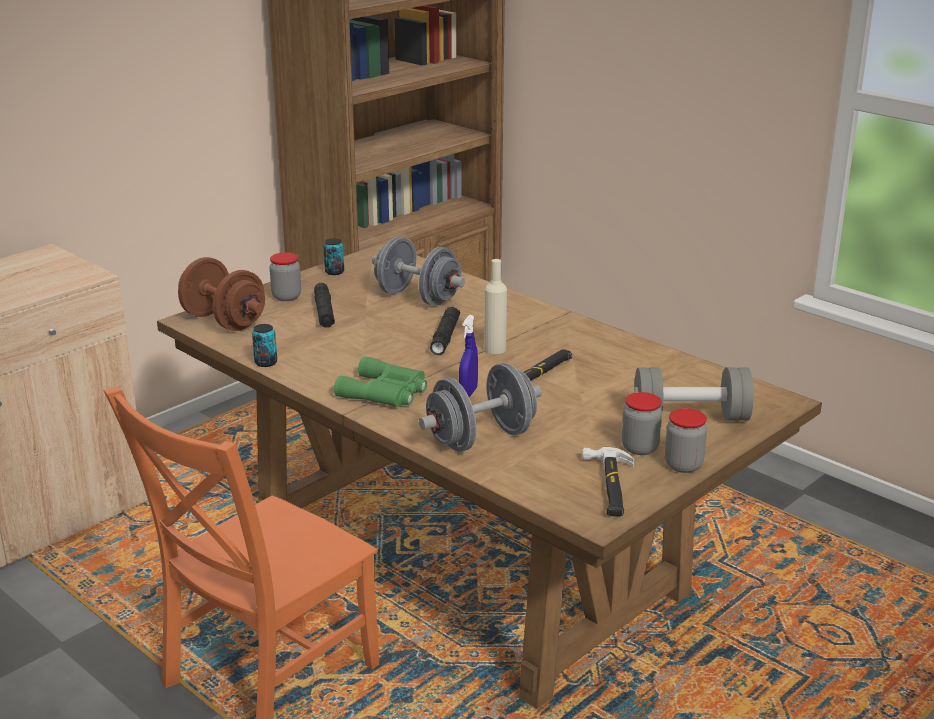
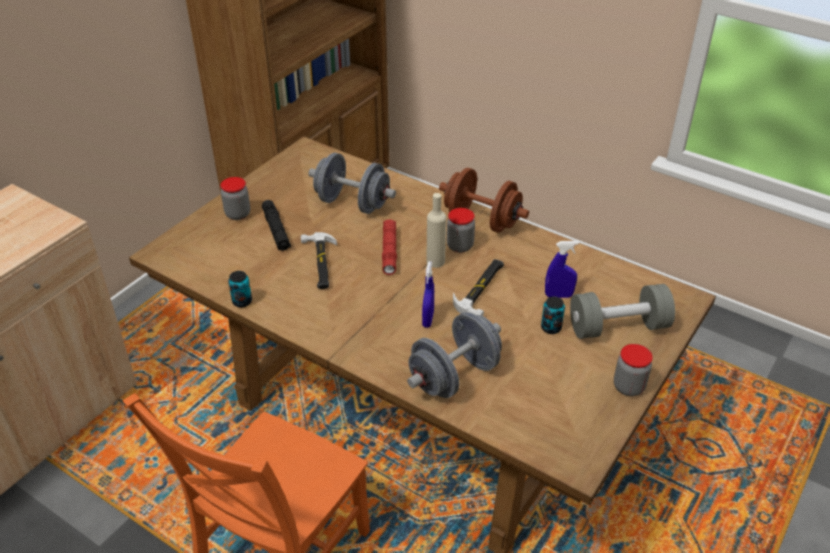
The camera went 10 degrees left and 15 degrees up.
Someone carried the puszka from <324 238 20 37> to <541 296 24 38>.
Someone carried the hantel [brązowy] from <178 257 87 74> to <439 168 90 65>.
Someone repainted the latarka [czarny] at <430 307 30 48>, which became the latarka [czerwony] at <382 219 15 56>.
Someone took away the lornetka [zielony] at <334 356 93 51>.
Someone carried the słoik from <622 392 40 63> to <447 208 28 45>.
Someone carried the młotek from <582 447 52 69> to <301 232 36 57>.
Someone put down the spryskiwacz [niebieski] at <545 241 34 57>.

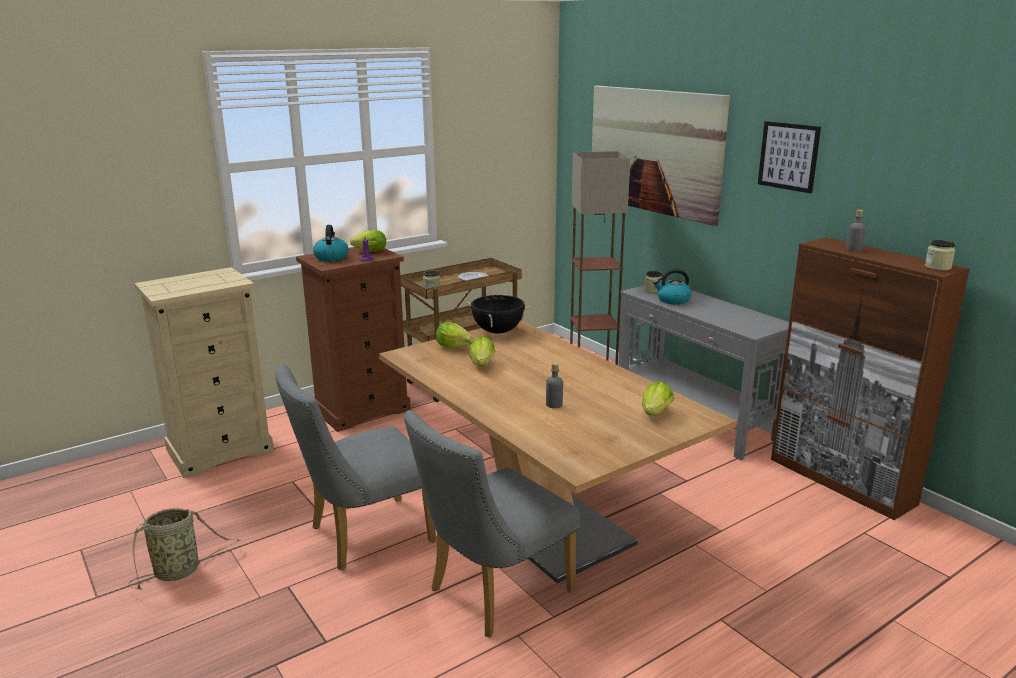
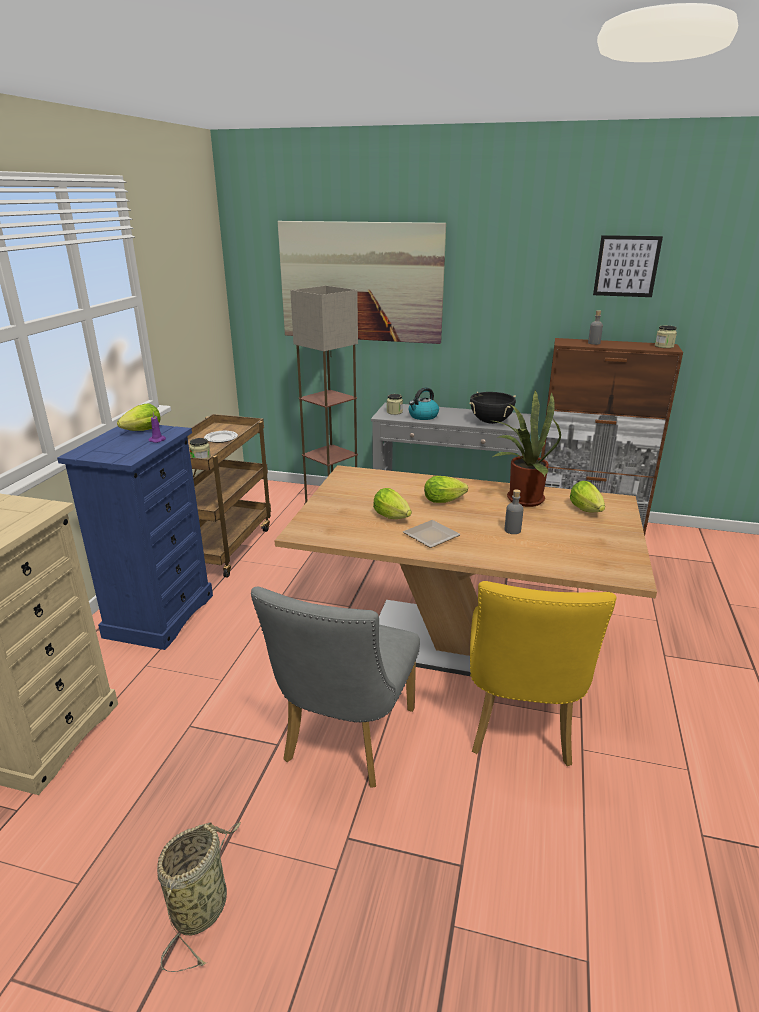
The camera went 40 degrees left and 5 degrees up.
Someone carried the obraz from <758 121 63 72> to <593 235 70 62>.
Someone took away the czajnik at <313 225 36 36>.
Someone repainted the komoda [brązowy] at <296 247 115 185>, which became the komoda [niebieski] at <57 425 156 225>.
Someone carried the garnek [czarny] from <465 294 66 40> to <469 392 47 32>.
Someone carried the sałata from <436 322 38 27> to <424 476 44 27>.
Someone repainted the krzesło [szary] at <404 410 176 228>, which became the krzesło [żółty] at <470 581 146 185>.
Someone put down the roślina doniczkowa at <493 391 68 116>.
Someone put down the talerz at <403 520 58 28>.

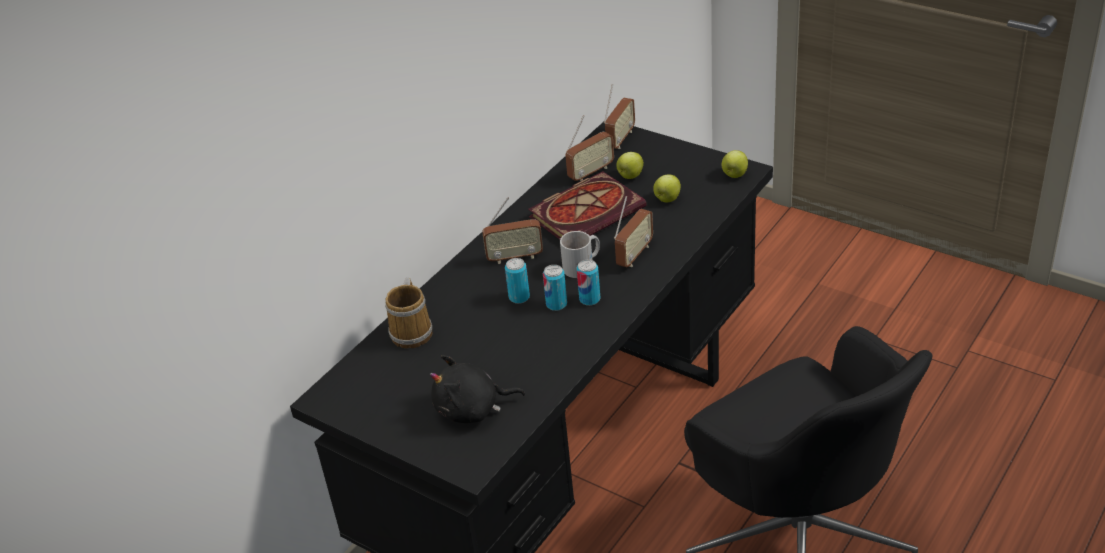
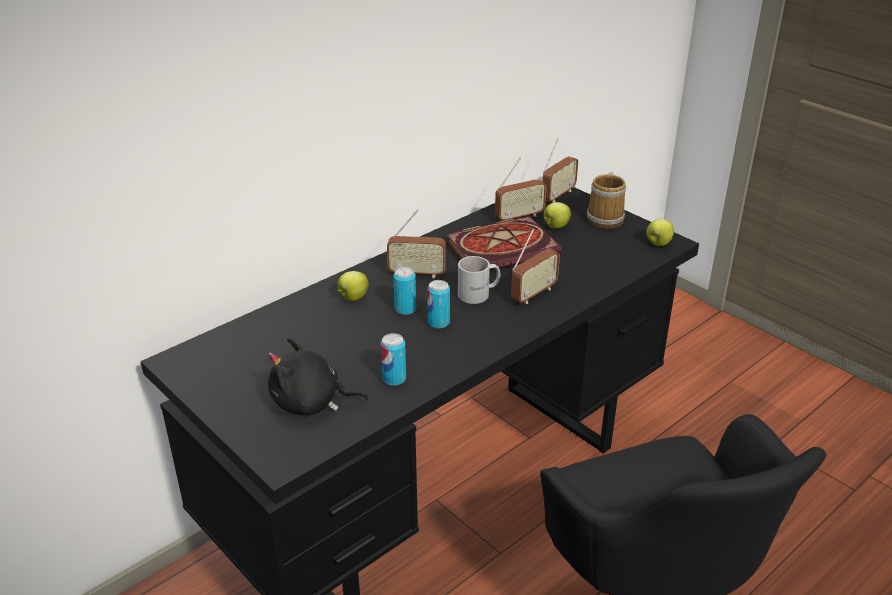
The camera went 10 degrees right and 5 degrees down.
Someone carried the jabłko from <653 174 28 29> to <338 271 31 30>.
Someone carried the puszka from <576 260 24 46> to <381 333 25 53>.
Someone carried the kubek from <385 278 48 70> to <587 172 39 57>.

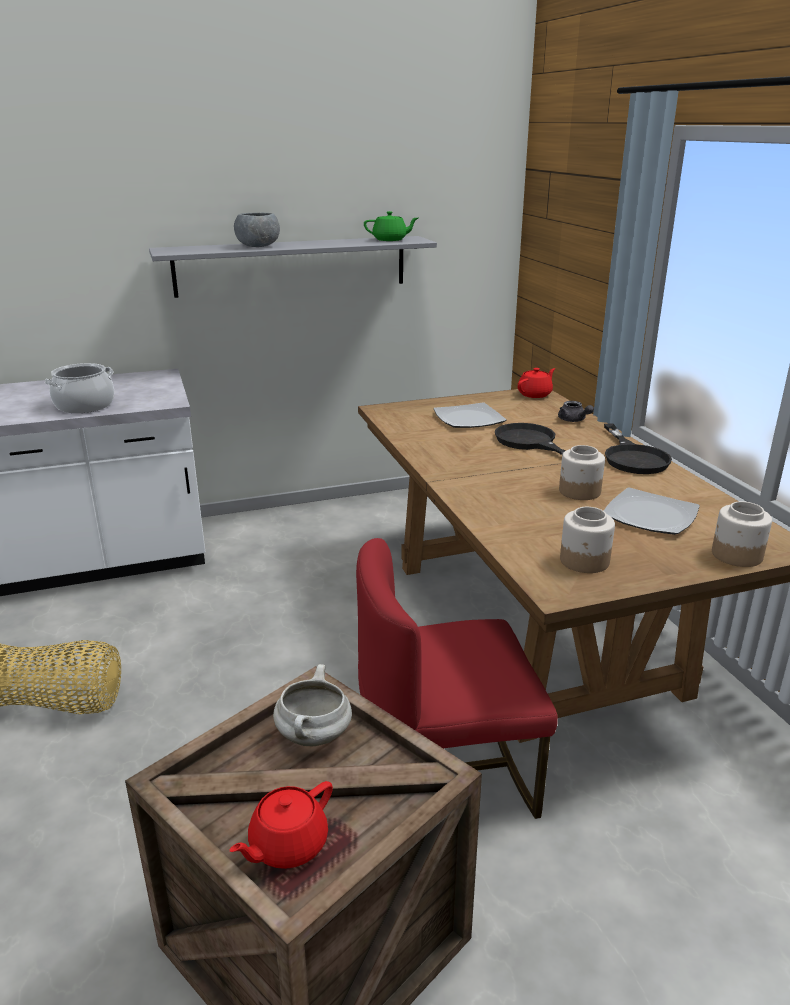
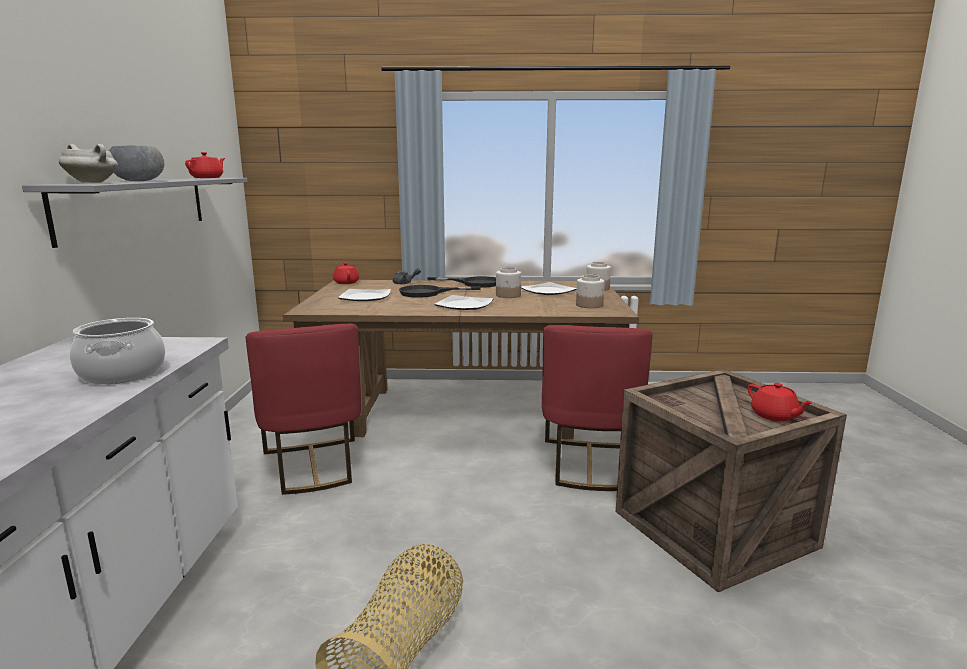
The camera went 70 degrees left and 10 degrees down.
Someone repainted the imbryk [zielony] at <364 211 54 30>, which became the imbryk [czerwony] at <185 152 40 26>.
Someone carried the garnek [biały] from <273 664 79 82> to <59 144 59 39>.
Someone put down the talerz at <434 295 60 15>.
Someone put down the krzesło [czerwony] at <245 324 116 171>.

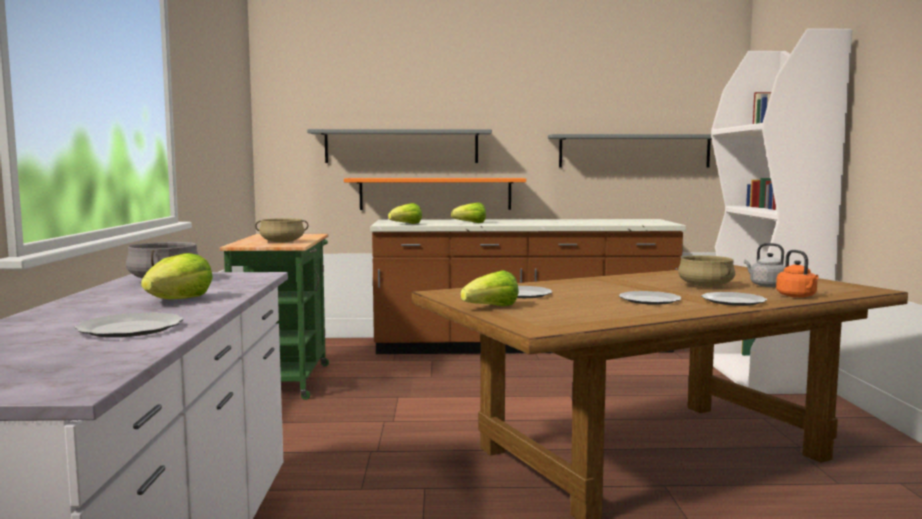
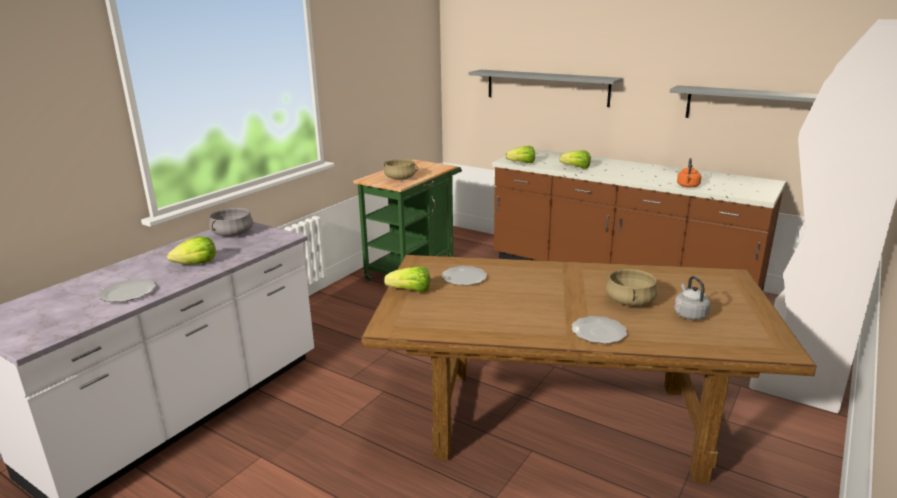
The camera went 35 degrees right and 15 degrees up.
Someone took away the półka [pomarańczowy] at <344 178 182 32>.
Someone carried the czajnik [pomarańczowy] from <776 250 42 48> to <677 158 25 30>.
Someone took away the talerz at <619 291 62 14>.

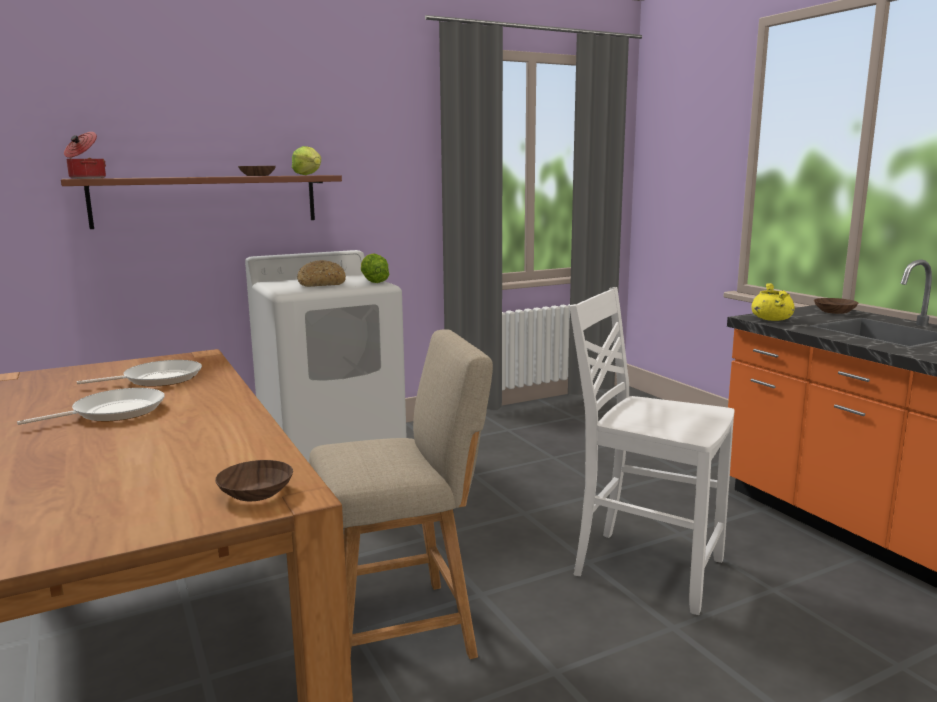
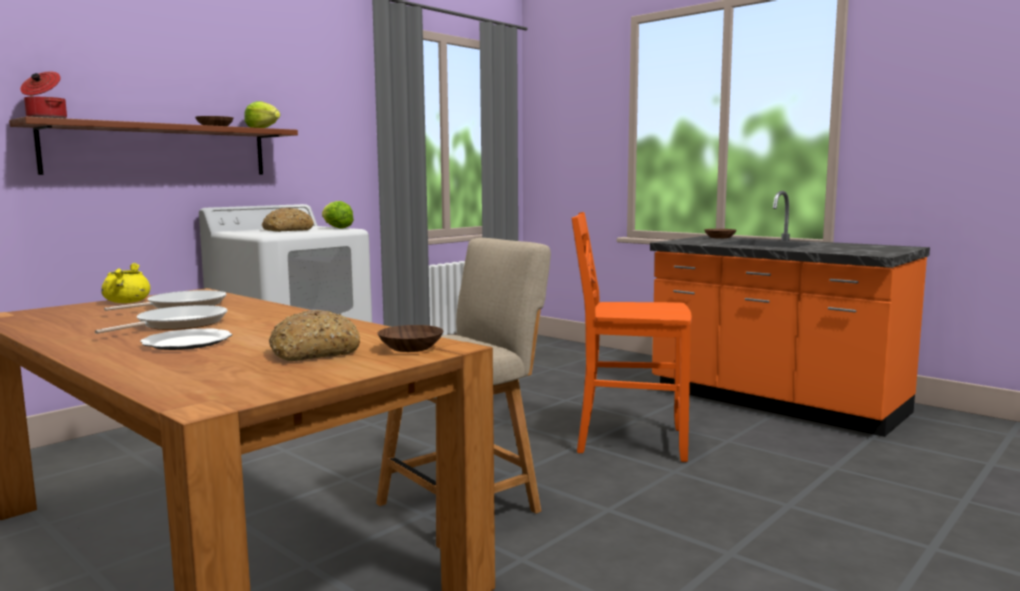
The camera went 20 degrees left and 5 degrees down.
Someone carried the garnek [żółty] from <751 283 44 38> to <101 263 49 40>.
Someone repainted the krzesło [biały] at <570 287 165 328>, which became the krzesło [pomarańczowy] at <571 212 121 250>.
Someone put down the chleb at <269 310 91 51>.
Someone put down the talerz at <140 328 92 22>.

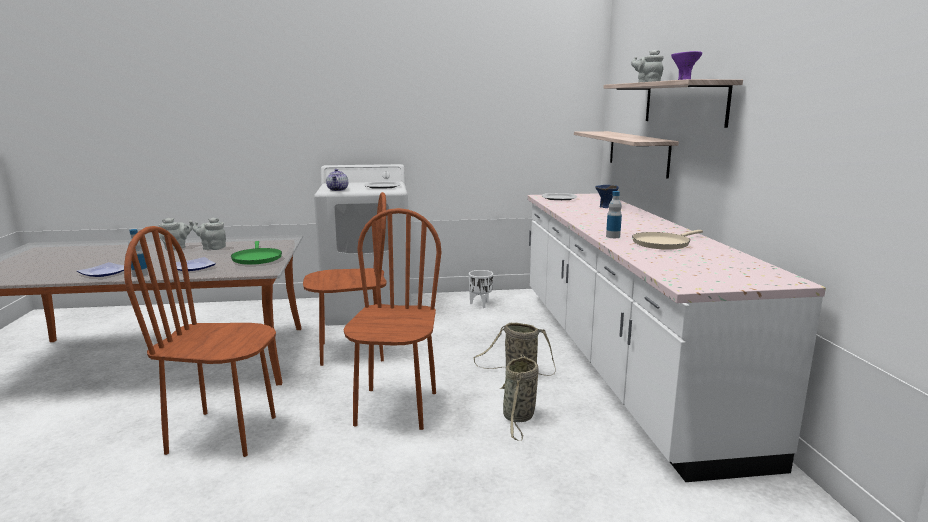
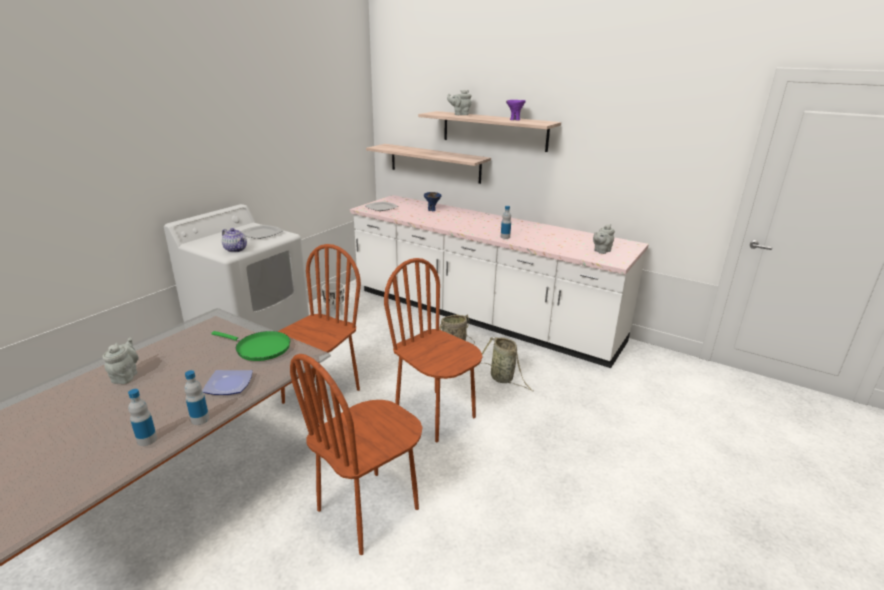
The camera went 50 degrees left and 10 degrees up.
Someone carried the imbryk [szary] from <193 218 33 32> to <593 224 22 30>.
Someone took away the patelnia [beżowy] at <632 230 71 20>.
Someone swapped the talerz at <77 262 47 15> for the butelka at <128 389 29 57>.

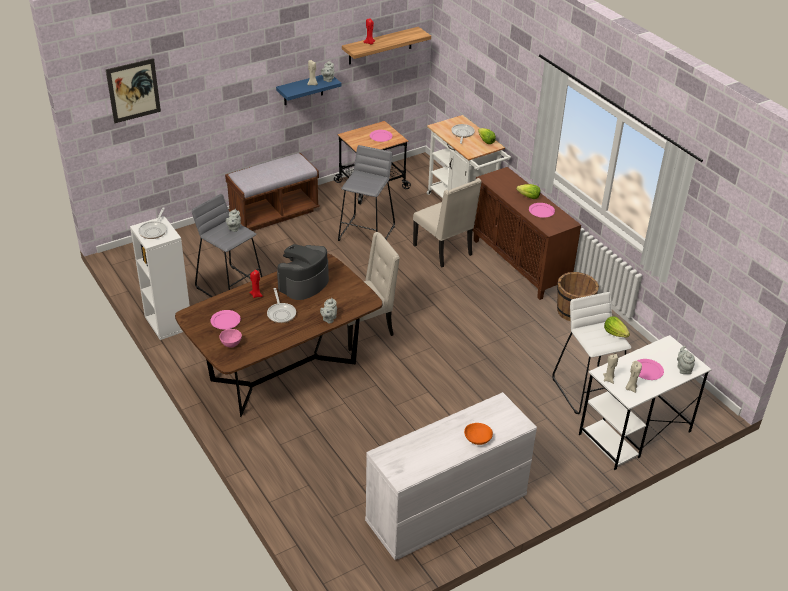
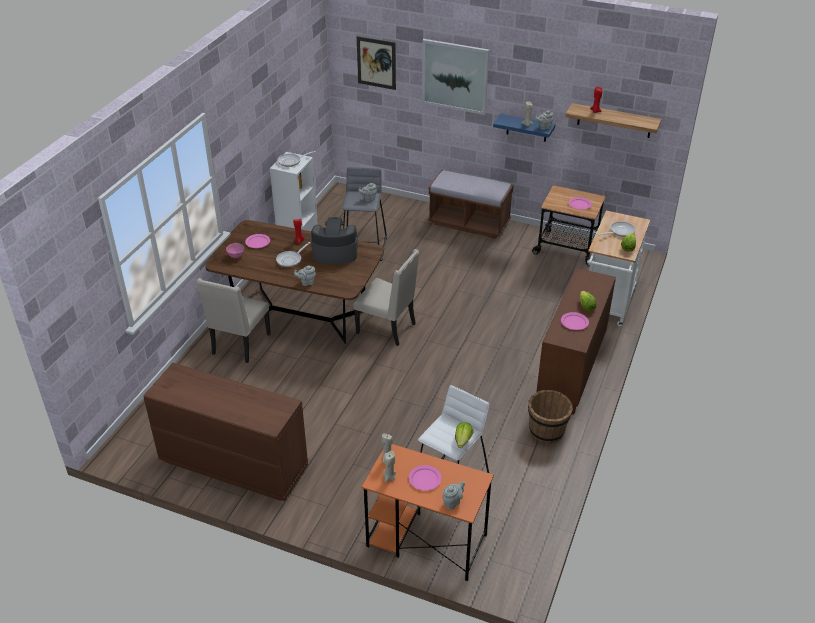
The camera went 55 degrees right and 0 degrees up.
Someone took away the stołek [szary] at <338 145 57 96>.
Someone carried the krzesło [beżowy] from <413 178 69 89> to <197 278 74 85>.
Someone repainted the biurko [biały] at <579 335 133 135>, which became the biurko [pomarańczowy] at <362 444 132 137>.
Someone repainted the komoda [biały] at <365 392 172 168>, which became the komoda [brązowy] at <143 363 165 138>.
Someone took away the miska [pomarańczowy] at <464 423 29 22>.
Someone put up the obraz at <422 39 67 76>.

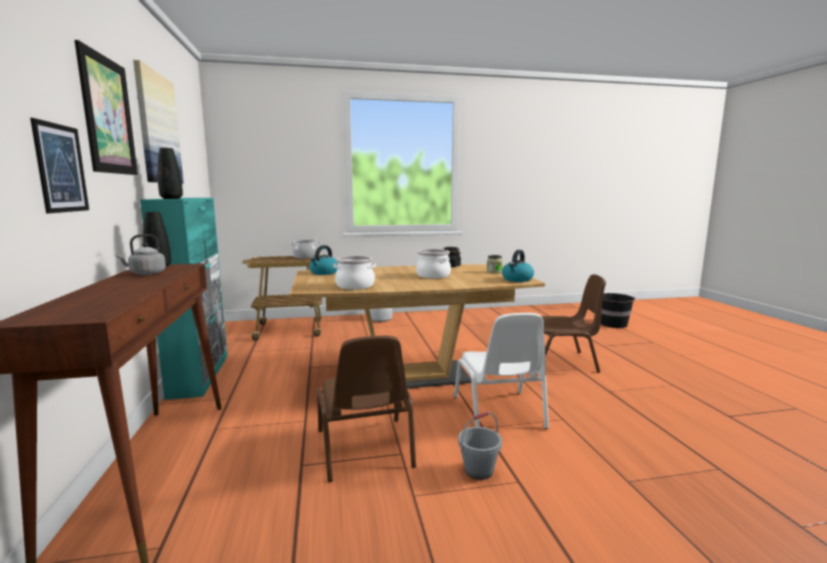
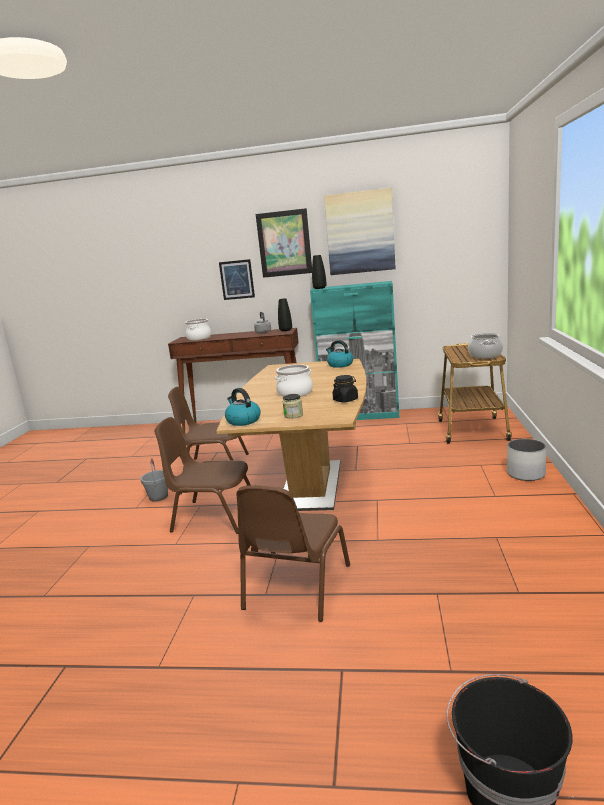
The camera went 110 degrees right and 5 degrees up.
Someone carried the garnek from <334 256 42 34> to <185 319 26 21>.
Someone repainted the krzesło [biały] at <454 313 95 116>, which became the krzesło [brązowy] at <154 417 97 117>.

